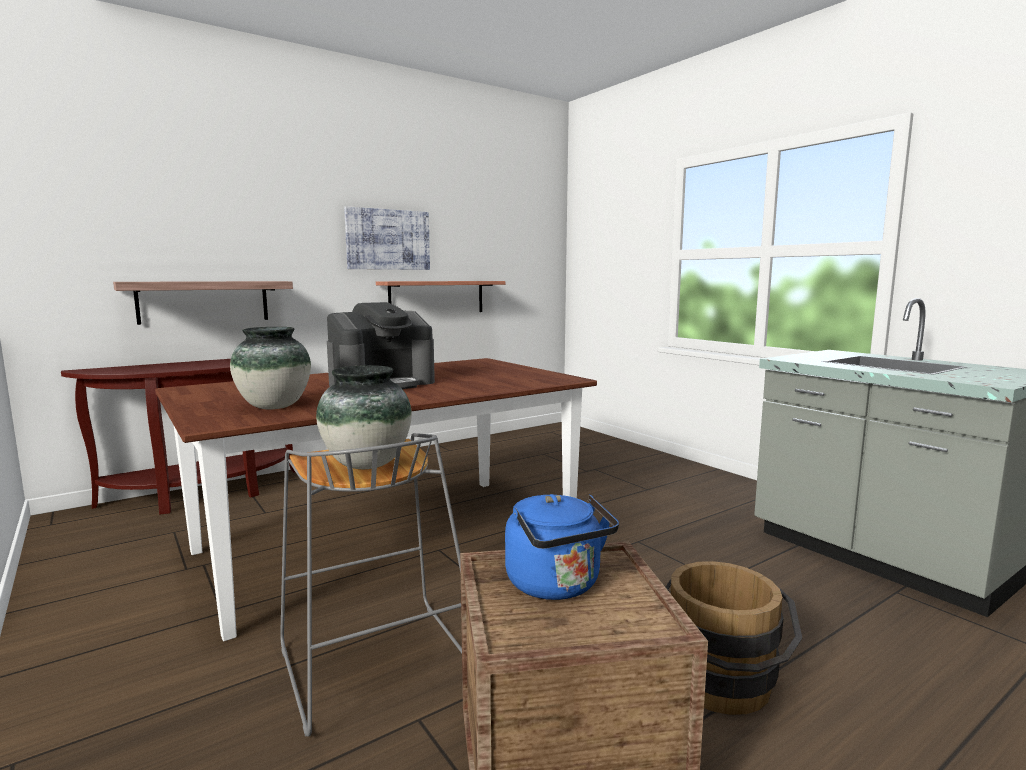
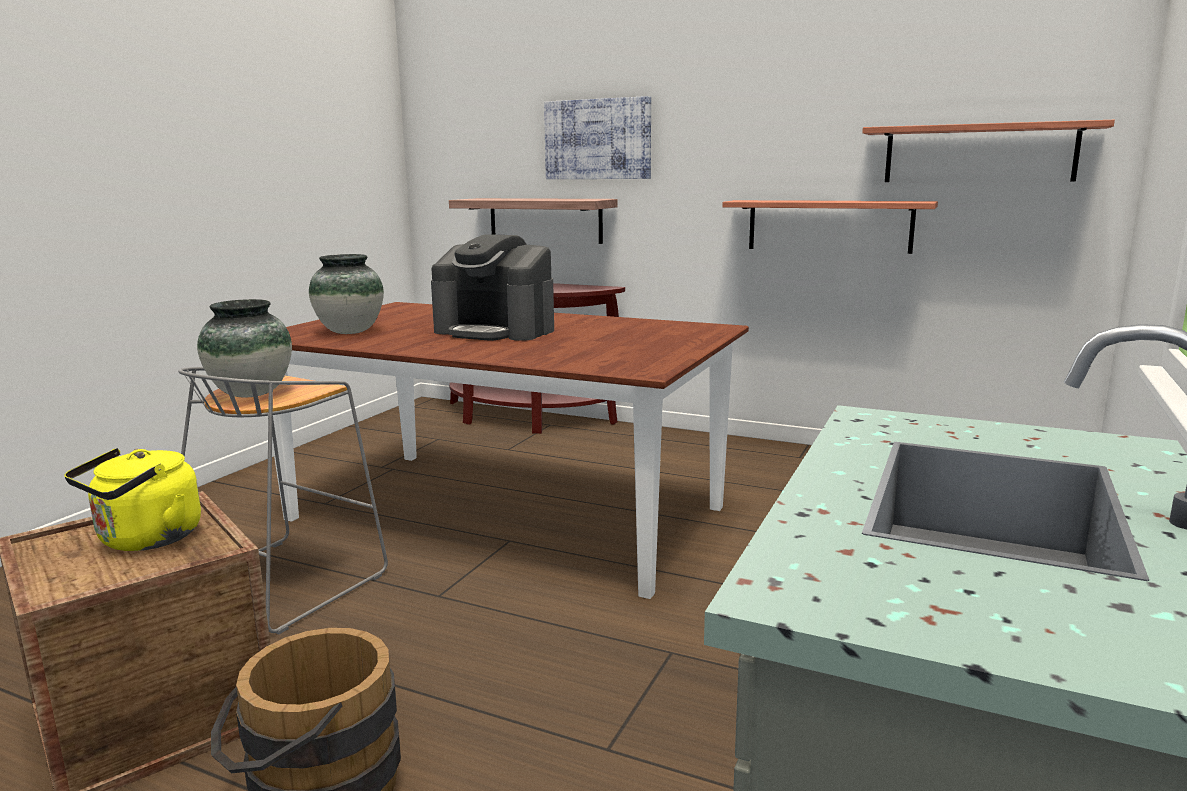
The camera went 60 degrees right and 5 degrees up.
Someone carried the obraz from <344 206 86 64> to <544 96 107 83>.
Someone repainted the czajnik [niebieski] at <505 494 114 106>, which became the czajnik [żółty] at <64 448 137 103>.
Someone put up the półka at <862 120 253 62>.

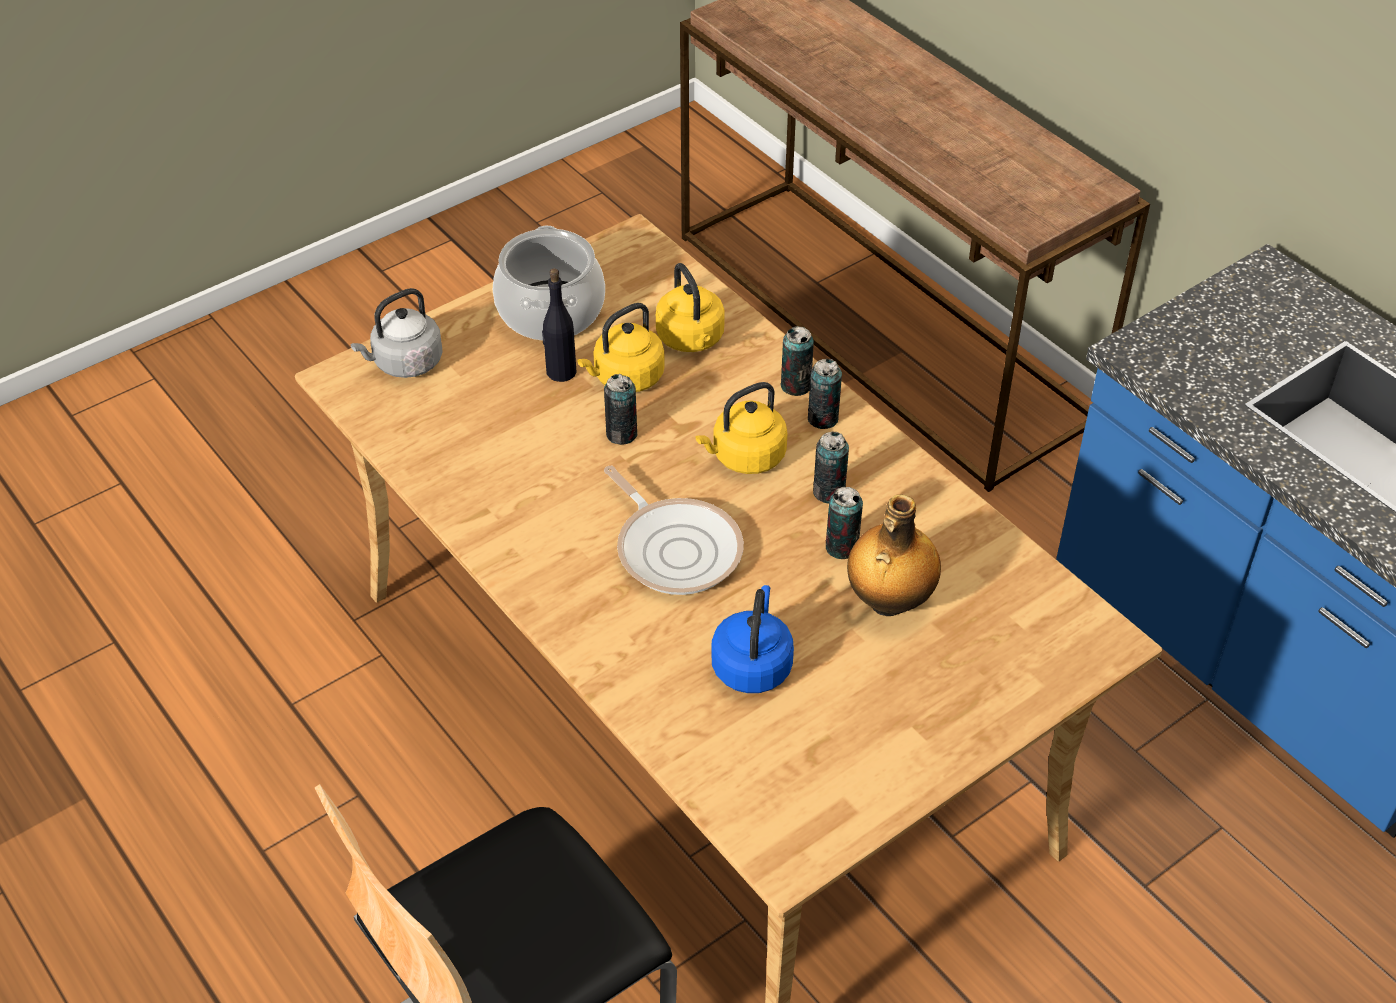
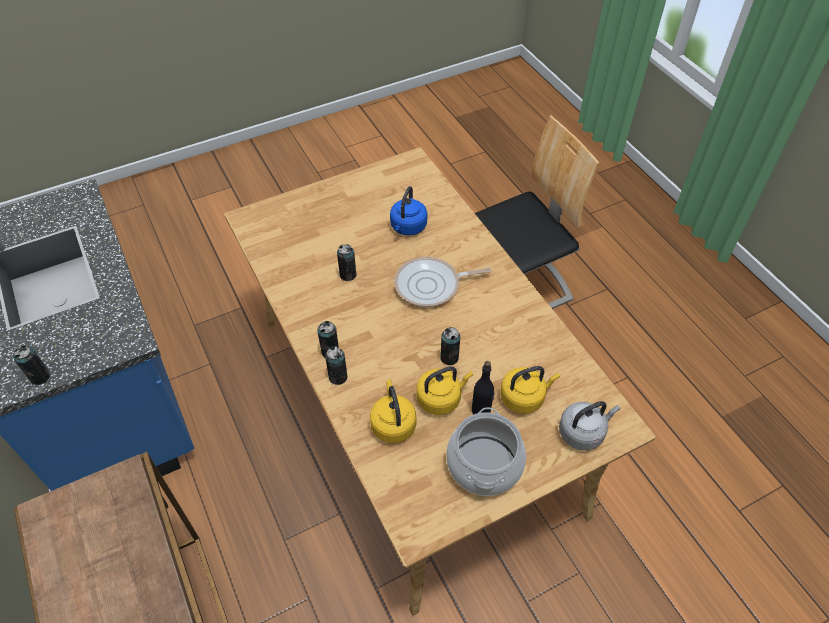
The camera went 170 degrees left and 5 degrees up.
Someone carried the czajnik [żółty] from <695 382 92 92> to <500 366 60 48>.
Someone carried the puszka from <813 432 36 72> to <14 345 36 40>.
Someone rotated the patelnia at <604 466 140 129> by 75 degrees counterclockwise.
Someone took away the butelka at <847 494 94 122>.

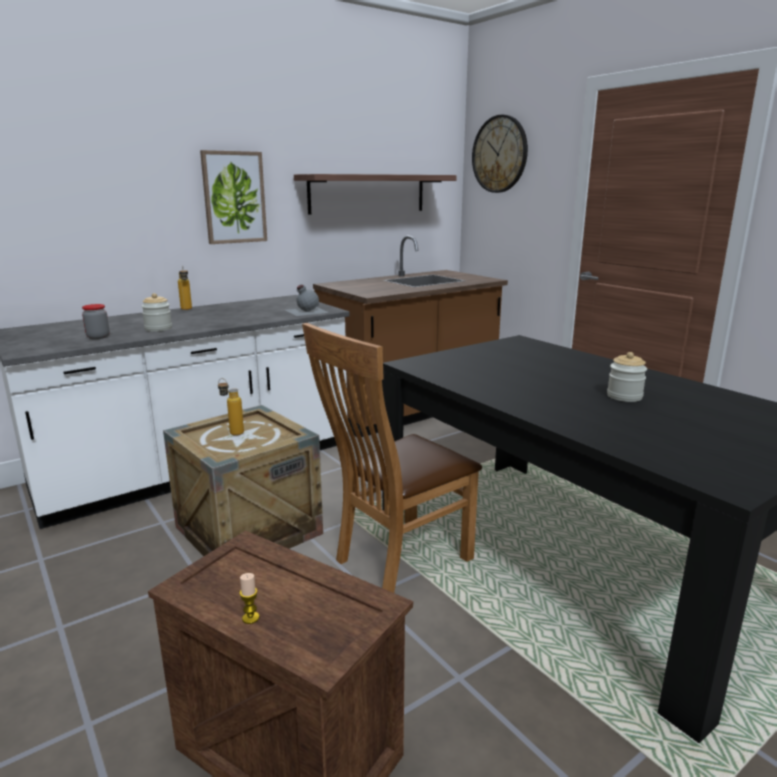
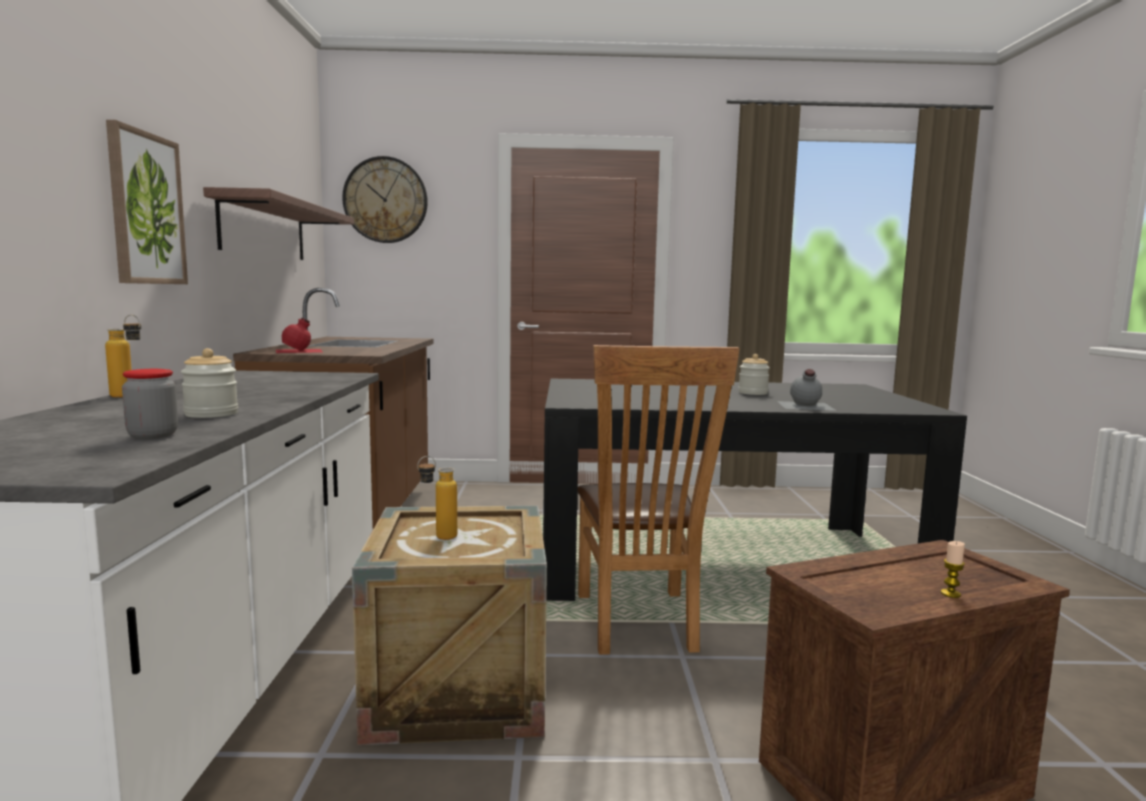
The camera went 55 degrees left and 10 degrees down.
Someone carried the butelka [szary] from <286 285 43 31> to <777 369 60 42>.
Someone put down the butelka [czerwony] at <276 318 47 35>.

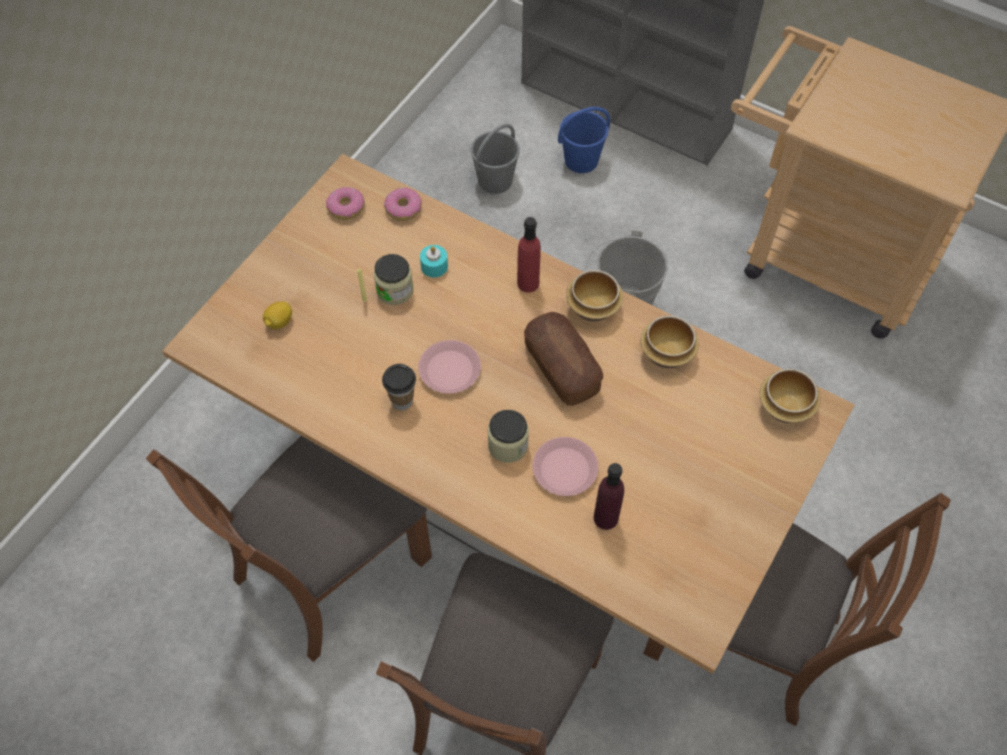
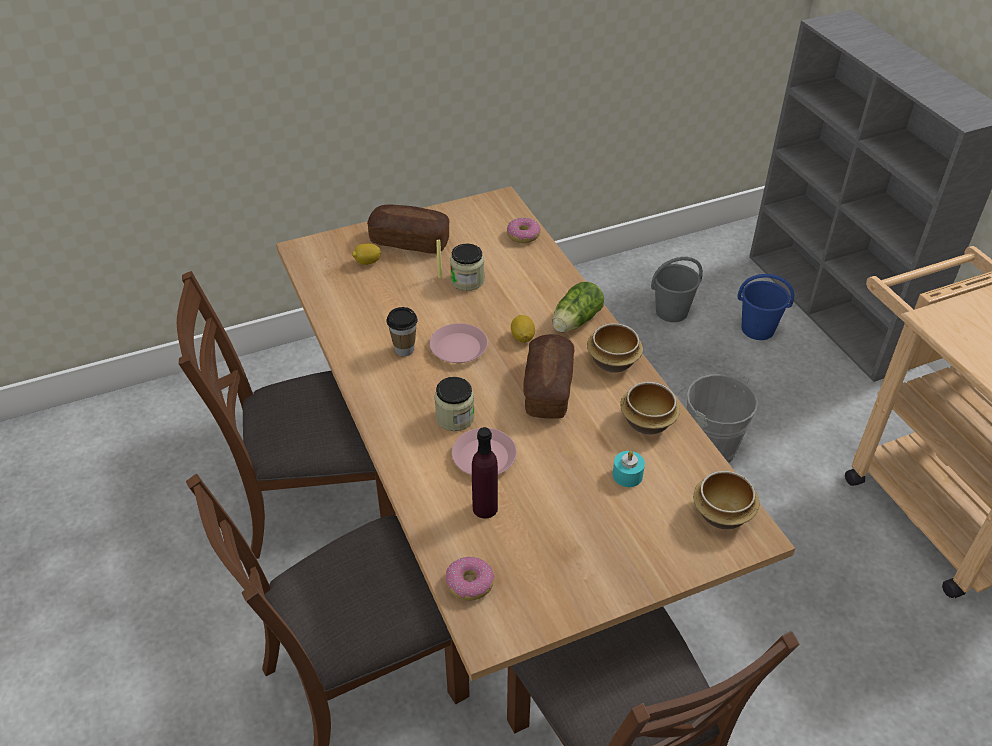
The camera went 35 degrees right and 15 degrees down.
Someone carried the donut from <326 187 39 33> to <446 557 49 44>.
Someone swapped the butelka [czerwony] at <517 217 24 76> for the sałata at <553 282 51 50>.
Someone carried the świeca [turkusowy] from <420 245 28 32> to <613 451 32 36>.
Someone put down the chleb at <367 204 82 50>.
Someone put down the cytryna at <511 315 24 28>.

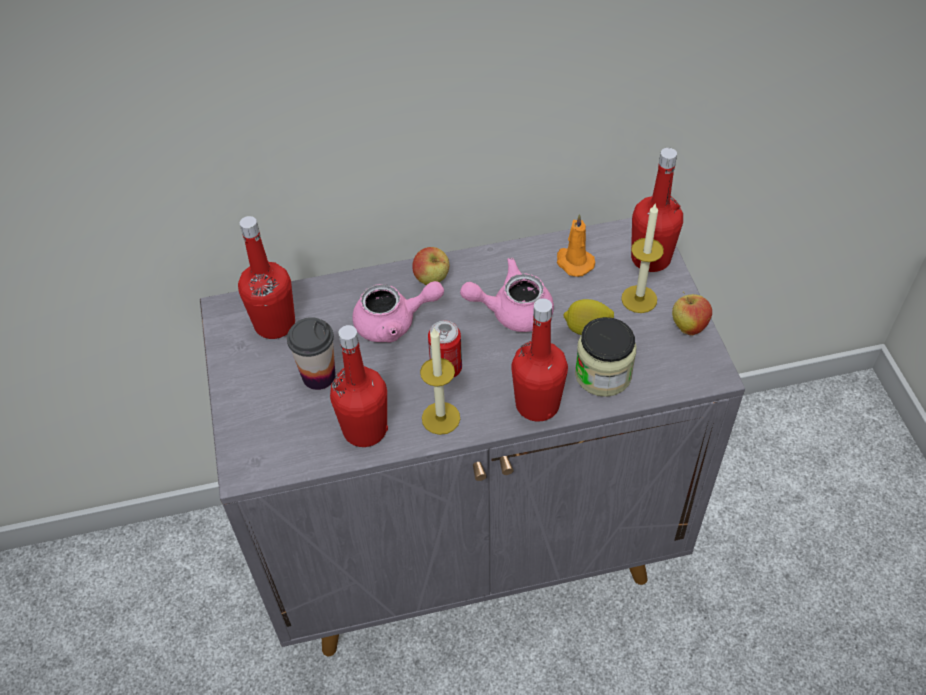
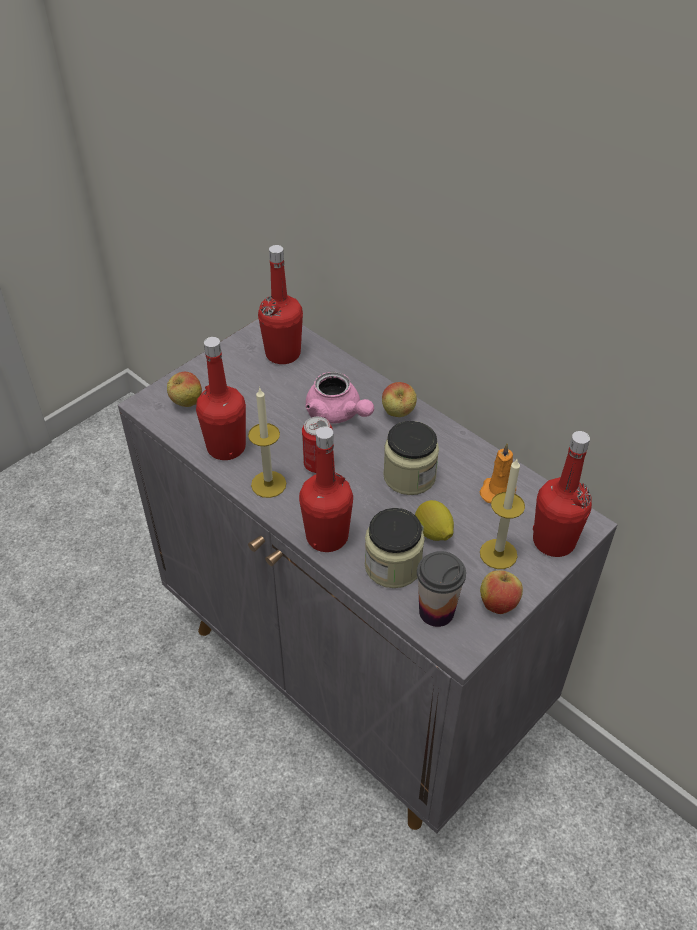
The camera went 55 degrees right and 5 degrees down.
Someone swapped the imbryk [różowy] at <460 258 94 74> for the słoik at <383 421 56 74>.
Someone carried the filiżanka from <287 317 49 73> to <417 551 49 76>.
Someone put down the jabłko at <167 372 35 35>.

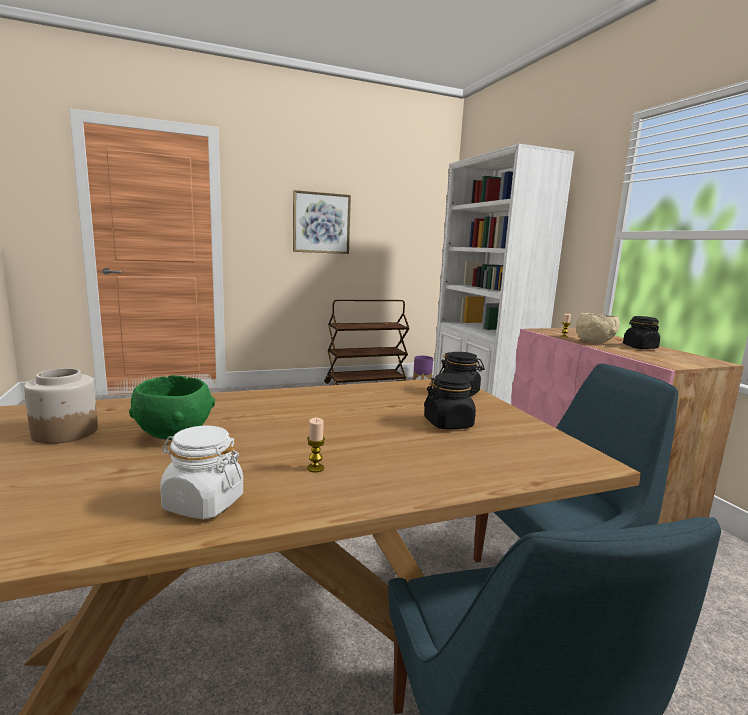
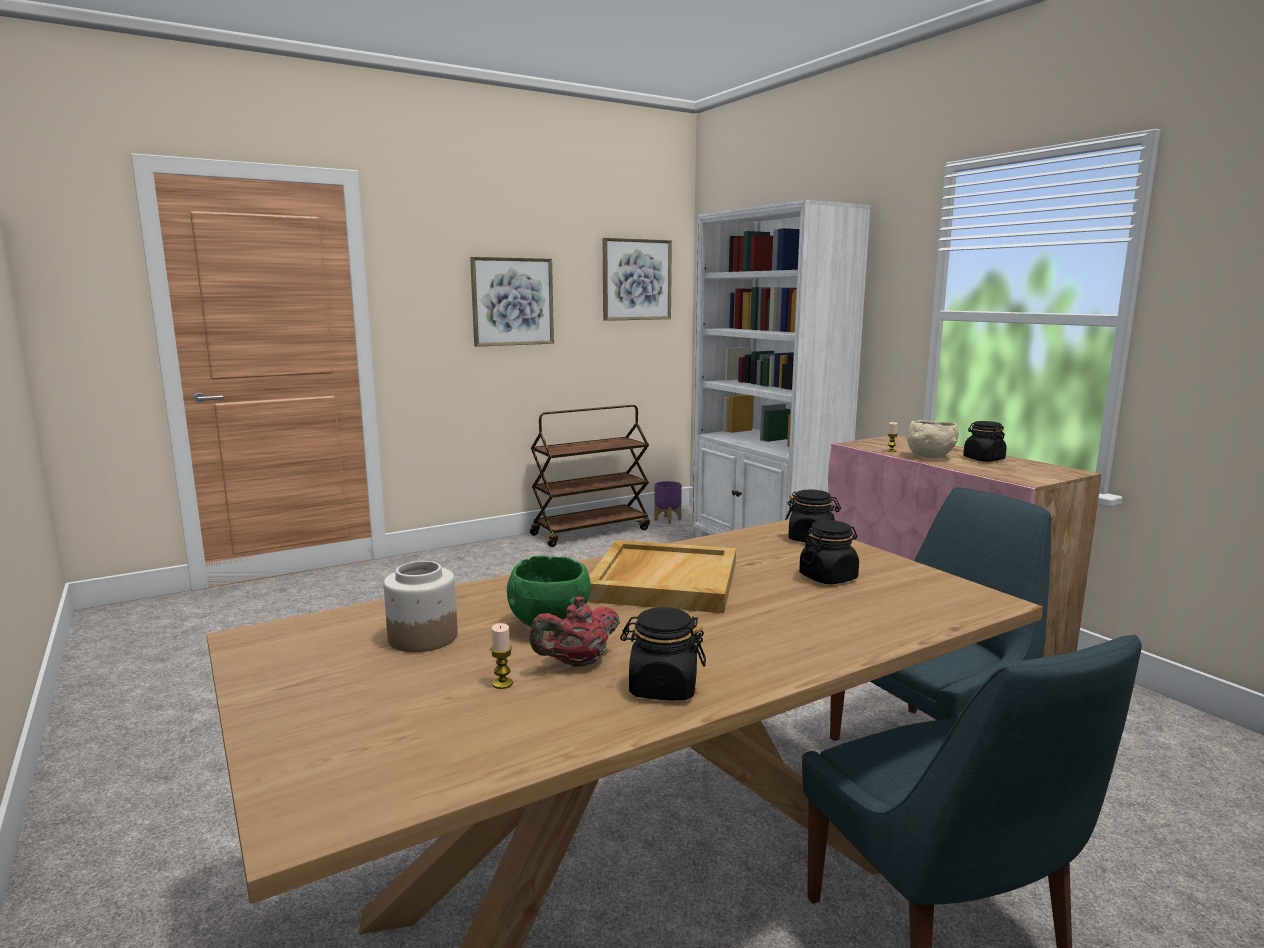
The camera went 10 degrees left and 0 degrees up.
Someone carried the świeca from <307 418 18 55> to <490 623 23 66>.
Someone repainted the słoik [biały] at <160 425 83 94>, which became the słoik [czarny] at <620 607 86 93>.
Someone put up the obraz at <603 238 69 83>.
Someone put down the taca [beżowy] at <588 540 148 73>.
Someone put down the imbryk [czerwony] at <530 597 90 70>.

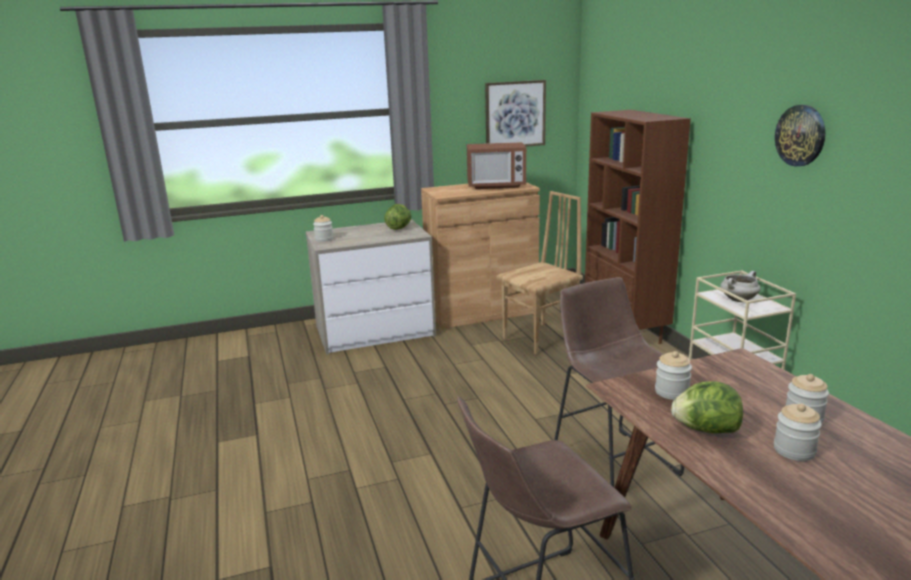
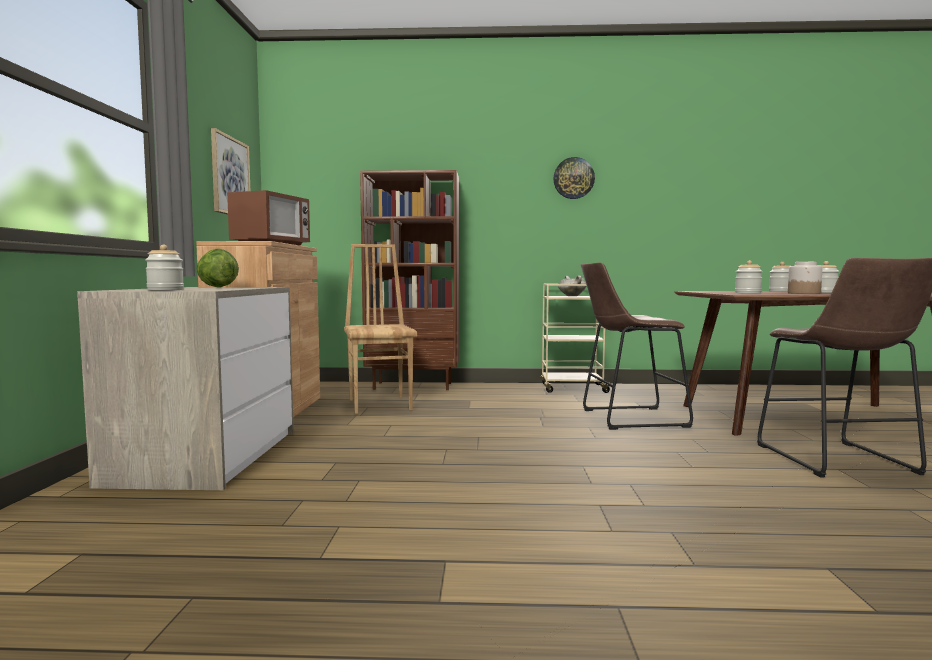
The camera went 70 degrees left and 15 degrees down.
Someone swapped the sałata at <671 381 72 52> for the słoik at <788 262 34 32>.

